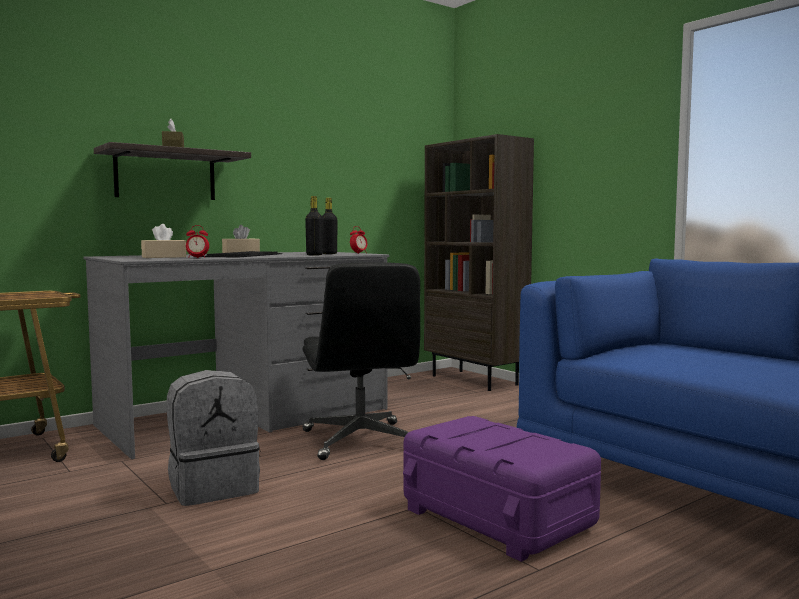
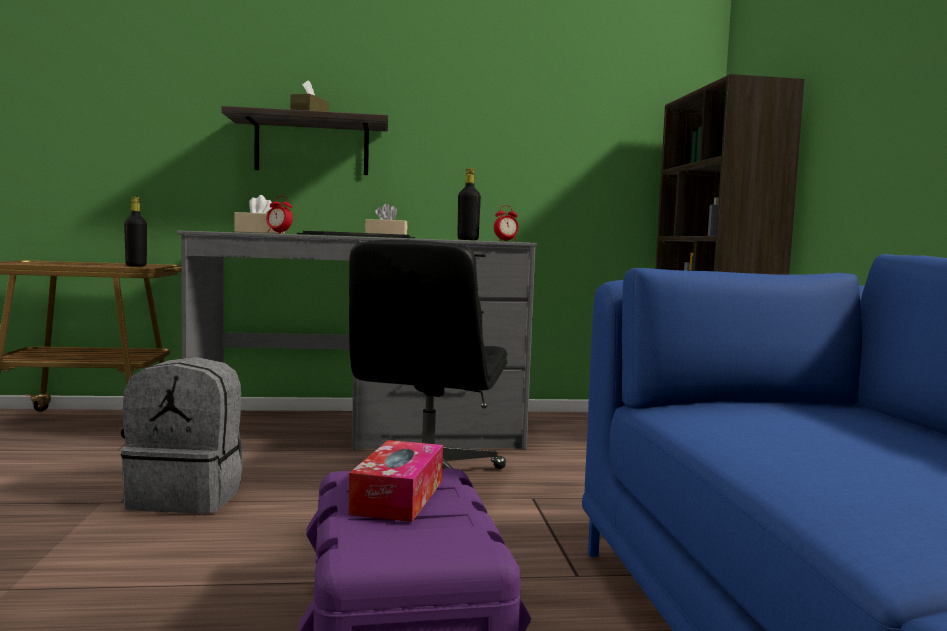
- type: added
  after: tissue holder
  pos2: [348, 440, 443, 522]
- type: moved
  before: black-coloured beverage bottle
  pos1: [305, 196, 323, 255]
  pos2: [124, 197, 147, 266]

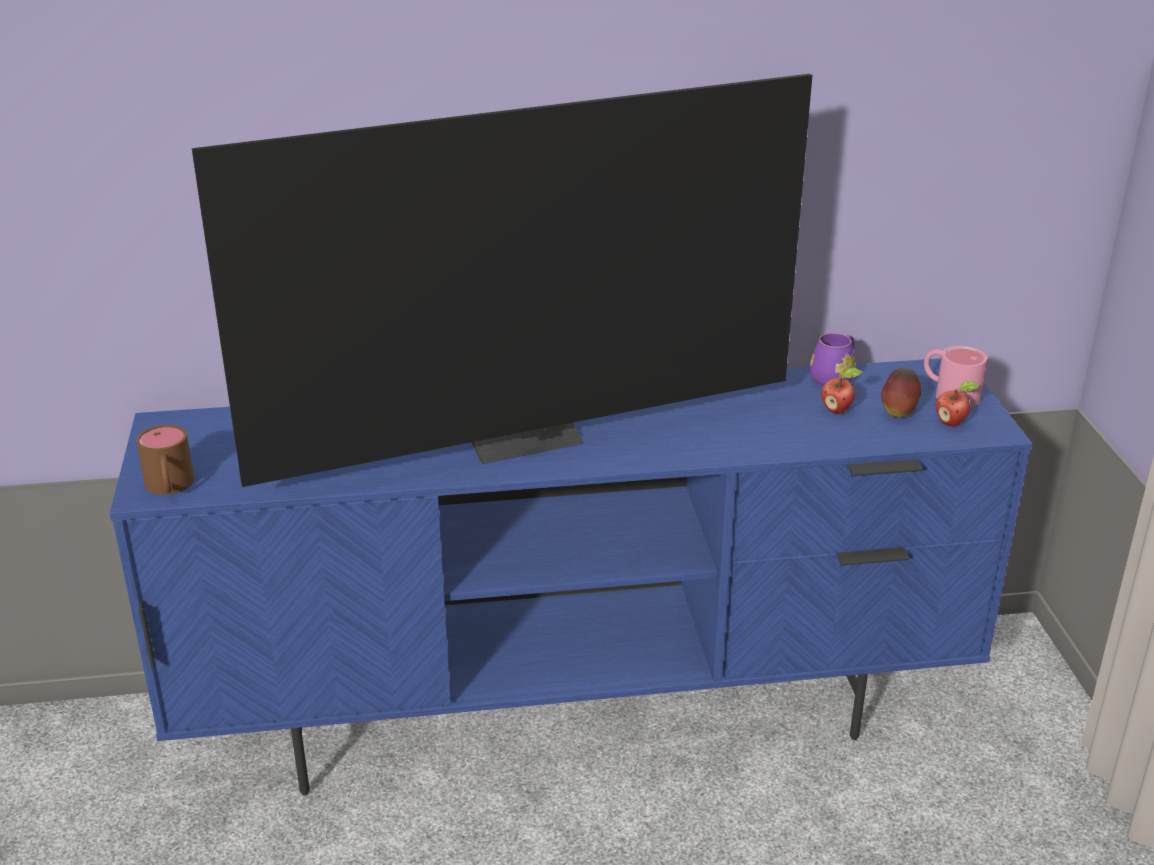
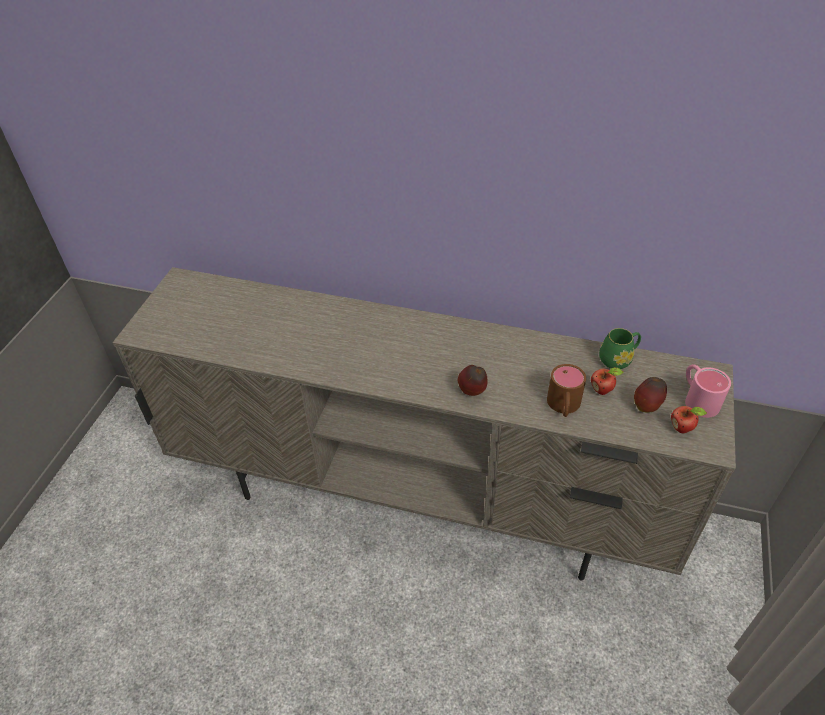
- type: removed
  before: television
  pos1: [192, 74, 812, 487]
- type: added
  after: apple
  pos2: [458, 365, 488, 396]
- type: moved
  before: brownish mug
  pos1: [136, 425, 194, 495]
  pos2: [547, 364, 586, 417]
- type: recoloured
  before: blue-coloured media console
  after: beige-coloured media console
  pos1: [110, 358, 1032, 796]
  pos2: [113, 267, 736, 580]
- type: recoloured
  before: purple-coloured mug
  after: green mug
  pos1: [810, 333, 855, 387]
  pos2: [599, 328, 641, 369]

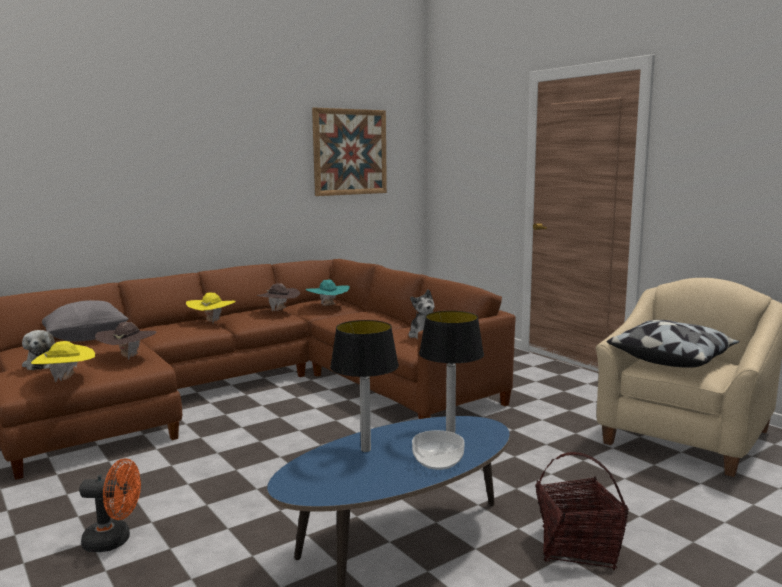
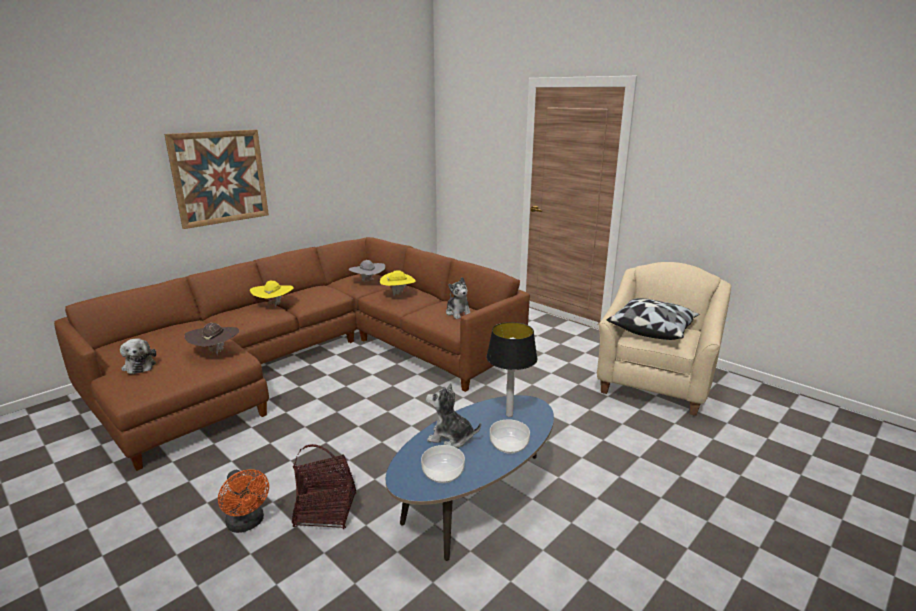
- type: removed
  before: grey pillow
  pos1: [42, 300, 129, 341]
- type: removed
  before: brownish hat
  pos1: [256, 283, 300, 311]
- type: added
  after: serving bowl
  pos2: [421, 445, 465, 483]
- type: moved
  before: yellowish hat
  pos1: [31, 341, 95, 382]
  pos2: [380, 270, 416, 296]
- type: moved
  before: picture
  pos1: [312, 108, 387, 196]
  pos2: [164, 130, 269, 229]
- type: moved
  before: basket
  pos1: [535, 452, 629, 570]
  pos2: [292, 444, 356, 529]
- type: replaced
  before: tabletop lamp
  after: soft toy
  pos1: [330, 320, 399, 452]
  pos2: [426, 383, 481, 448]
- type: recoloured
  before: turquoise-coloured hat
  after: grey hat
  pos1: [305, 280, 350, 306]
  pos2: [349, 260, 385, 282]
- type: turned
  before: orange-coloured cooling fan
  pos1: [79, 458, 141, 552]
  pos2: [218, 469, 269, 533]
  turn: 60

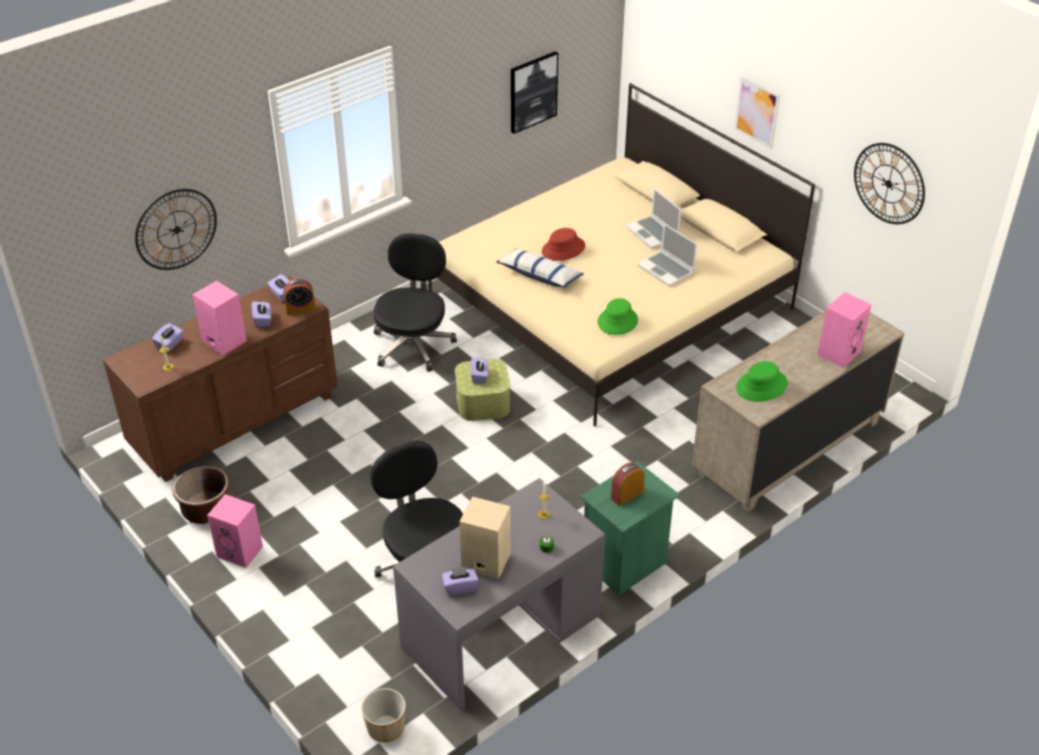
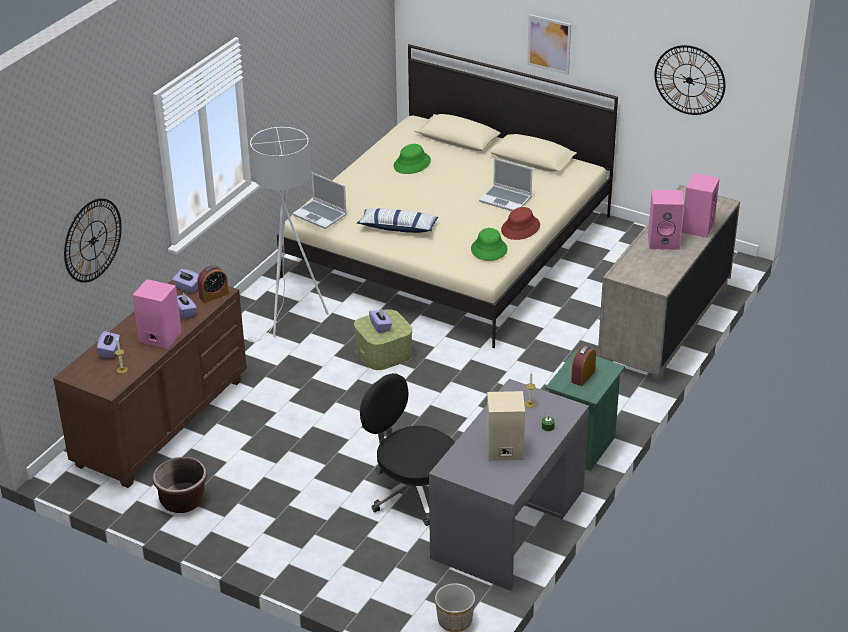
- type: removed
  before: purple-coloured tissue holder
  pos1: [442, 567, 479, 596]
- type: removed
  before: picture
  pos1: [511, 51, 558, 134]
- type: moved
  before: pinkish audio speaker
  pos1: [207, 494, 263, 568]
  pos2: [648, 189, 684, 250]
- type: moved
  before: red-coloured hat
  pos1: [542, 228, 585, 261]
  pos2: [501, 207, 540, 240]
- type: moved
  before: portable computer
  pos1: [626, 188, 681, 249]
  pos2: [292, 172, 347, 229]
- type: moved
  before: green hat
  pos1: [736, 361, 788, 402]
  pos2: [394, 144, 431, 174]
- type: replaced
  before: black-coloured office chair
  after: whitish standing lamp
  pos1: [374, 233, 457, 372]
  pos2: [247, 127, 329, 342]

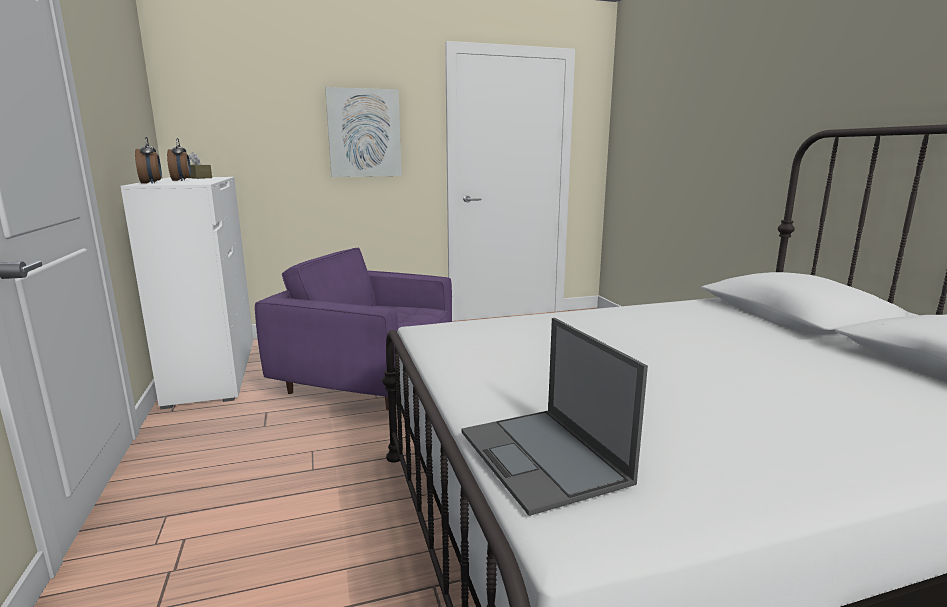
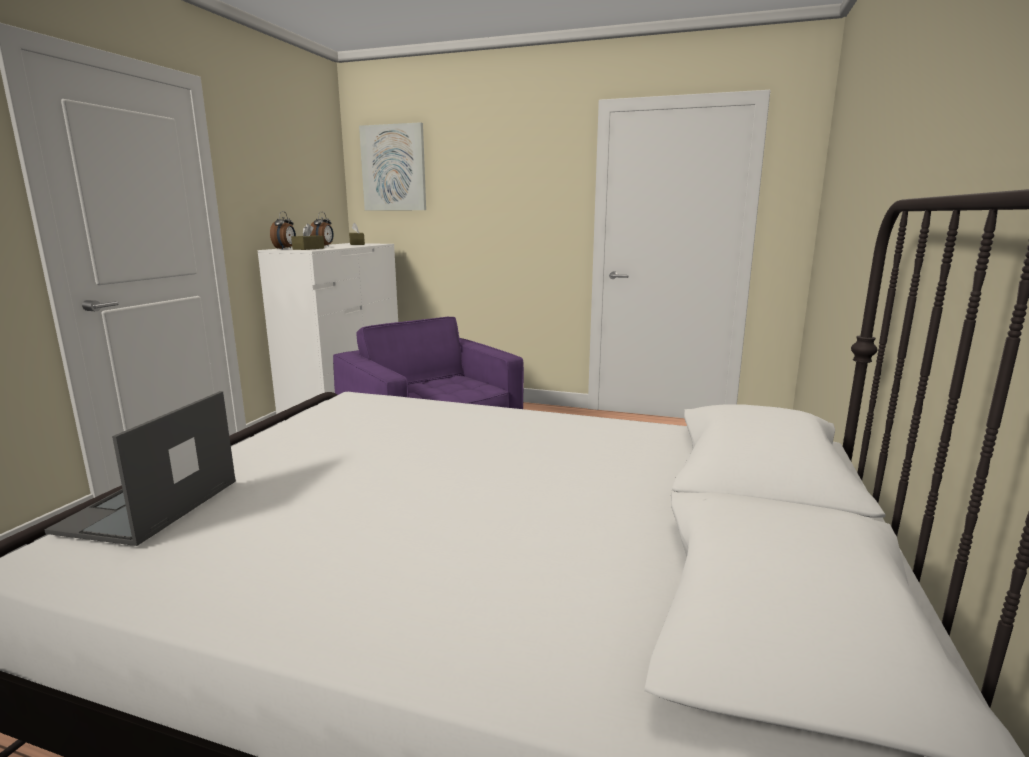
- type: added
  after: brownish tissue holder
  pos2: [291, 223, 324, 250]
- type: moved
  before: picture
  pos1: [325, 87, 402, 177]
  pos2: [359, 122, 426, 210]

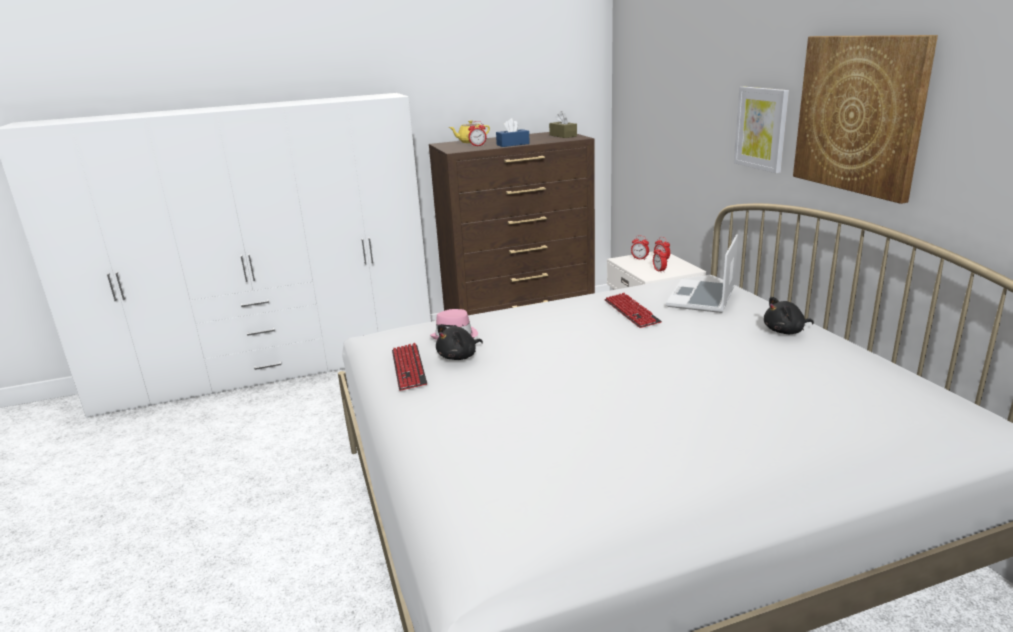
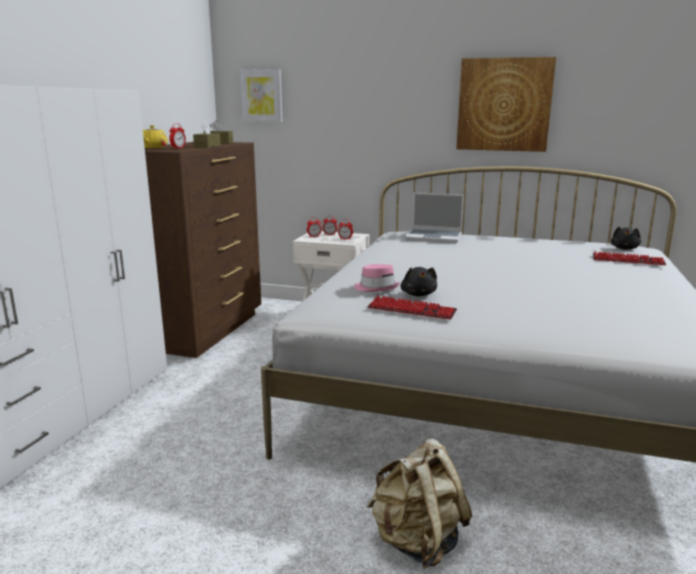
- type: added
  after: beige-coloured knapsack
  pos2: [367, 438, 472, 569]
- type: moved
  before: computer keyboard
  pos1: [605, 293, 662, 328]
  pos2: [593, 251, 666, 265]
- type: moved
  before: picture
  pos1: [734, 87, 789, 173]
  pos2: [240, 69, 282, 122]
- type: moved
  before: black-coloured soft toy
  pos1: [764, 297, 814, 334]
  pos2: [611, 226, 641, 250]
- type: recoloured
  before: blue-coloured tissue holder
  after: brownish tissue holder
  pos1: [496, 118, 530, 147]
  pos2: [193, 122, 221, 148]
- type: turned
  before: portable computer
  pos1: [666, 234, 738, 313]
  pos2: [405, 192, 464, 243]
  turn: -45

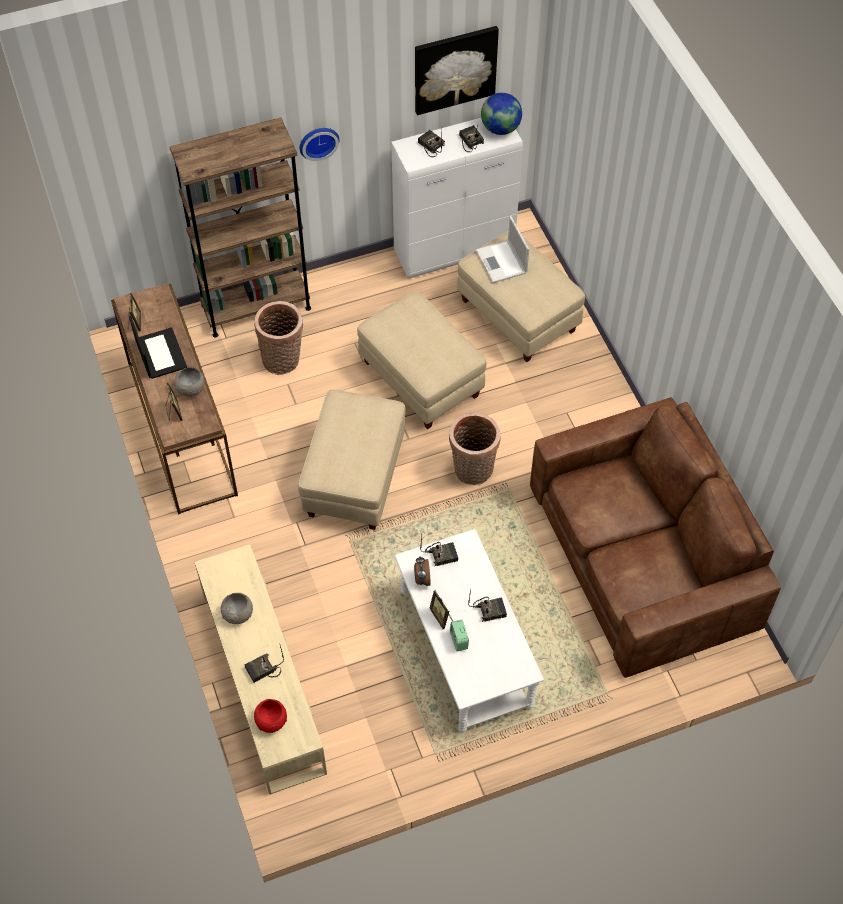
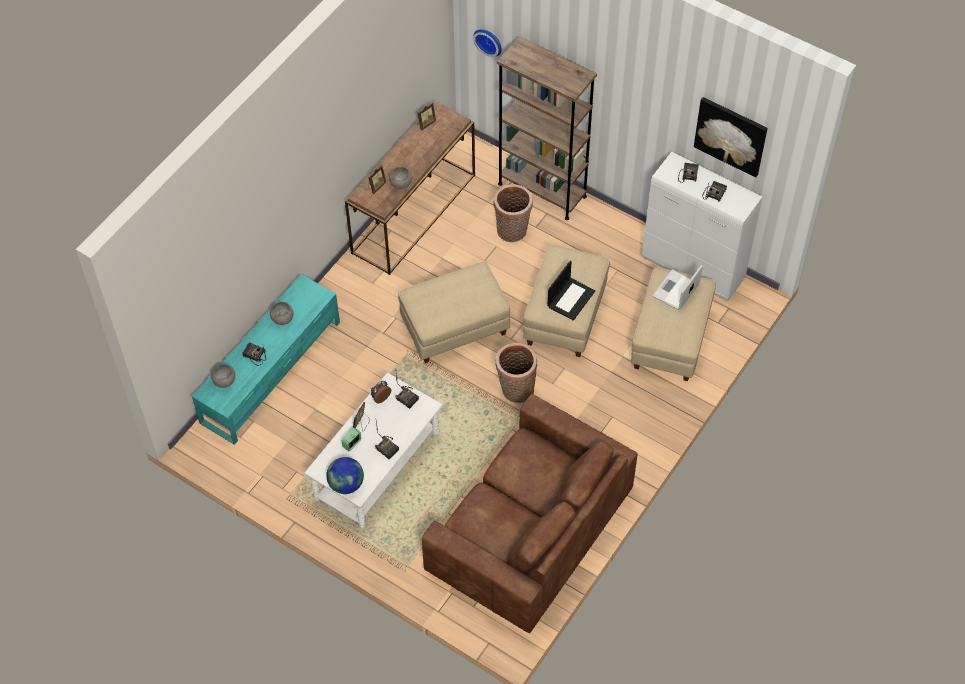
- type: moved
  before: portable computer
  pos1: [129, 316, 187, 379]
  pos2: [548, 261, 595, 321]
- type: moved
  before: wall clock
  pos1: [300, 128, 339, 161]
  pos2: [473, 29, 502, 57]
- type: moved
  before: world globe
  pos1: [481, 93, 522, 135]
  pos2: [326, 457, 364, 494]
- type: recoloured
  before: beige-coloured media console
  after: turquoise-coloured media console
  pos1: [195, 544, 327, 795]
  pos2: [192, 274, 340, 445]
- type: recoloured
  before: red-coloured serving bowl
  after: grey serving bowl
  pos1: [254, 699, 287, 733]
  pos2: [211, 364, 235, 388]

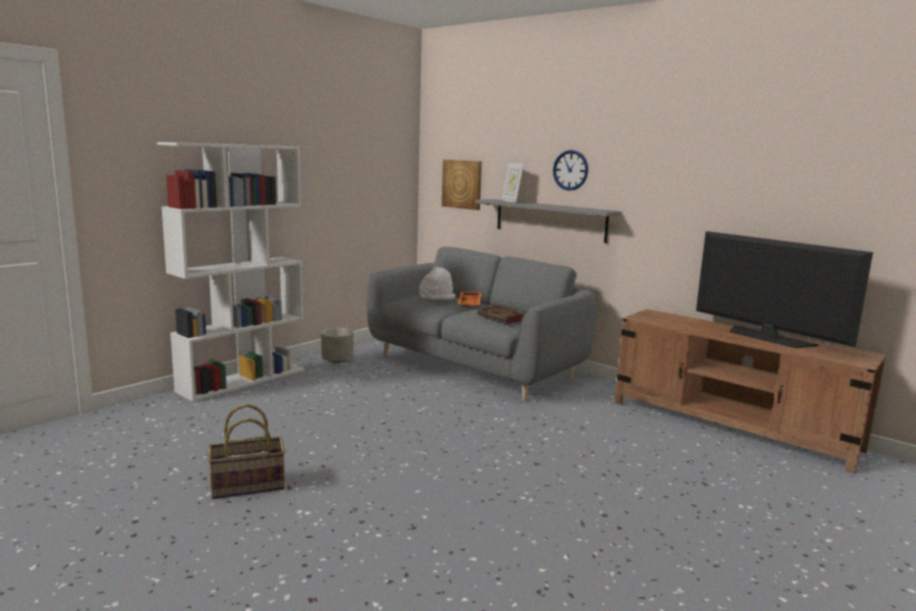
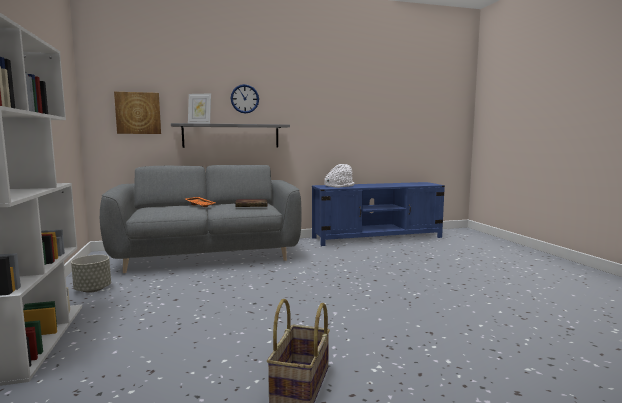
- type: removed
  before: television
  pos1: [696, 231, 873, 348]
- type: moved
  before: whitish hat
  pos1: [419, 267, 455, 301]
  pos2: [324, 164, 355, 188]
- type: recoloured
  before: brownish media console
  after: blue-coloured media console
  pos1: [615, 309, 886, 474]
  pos2: [312, 182, 445, 246]

